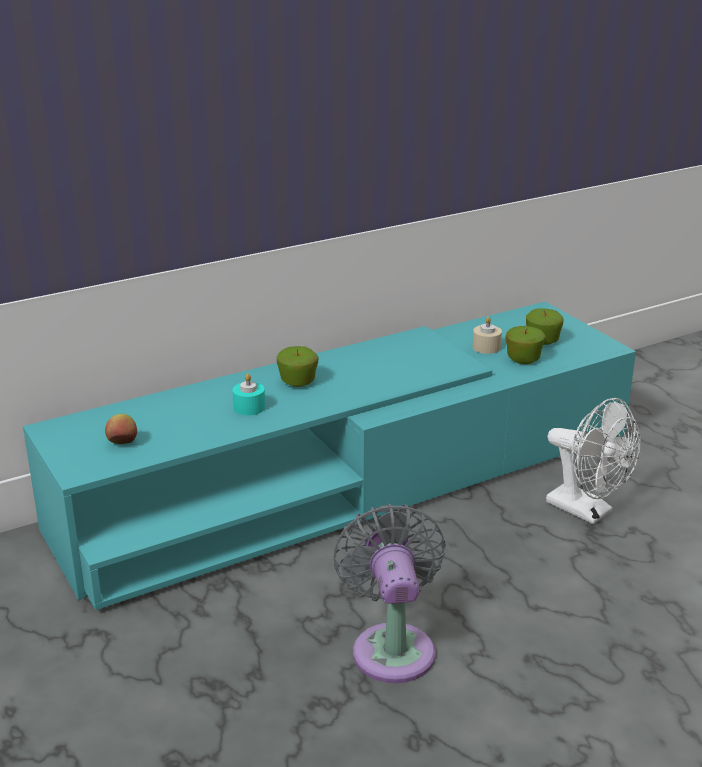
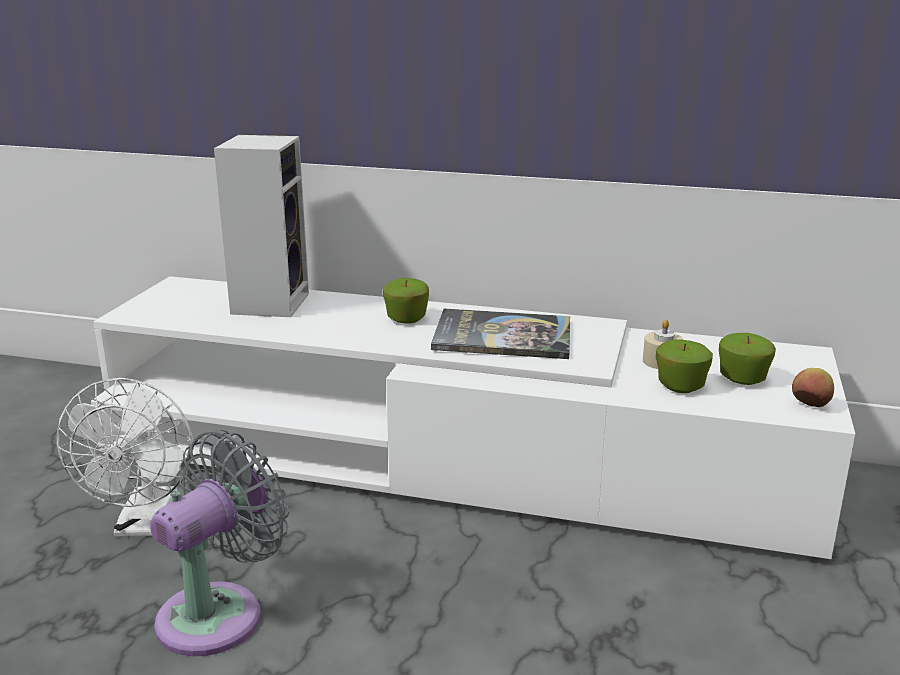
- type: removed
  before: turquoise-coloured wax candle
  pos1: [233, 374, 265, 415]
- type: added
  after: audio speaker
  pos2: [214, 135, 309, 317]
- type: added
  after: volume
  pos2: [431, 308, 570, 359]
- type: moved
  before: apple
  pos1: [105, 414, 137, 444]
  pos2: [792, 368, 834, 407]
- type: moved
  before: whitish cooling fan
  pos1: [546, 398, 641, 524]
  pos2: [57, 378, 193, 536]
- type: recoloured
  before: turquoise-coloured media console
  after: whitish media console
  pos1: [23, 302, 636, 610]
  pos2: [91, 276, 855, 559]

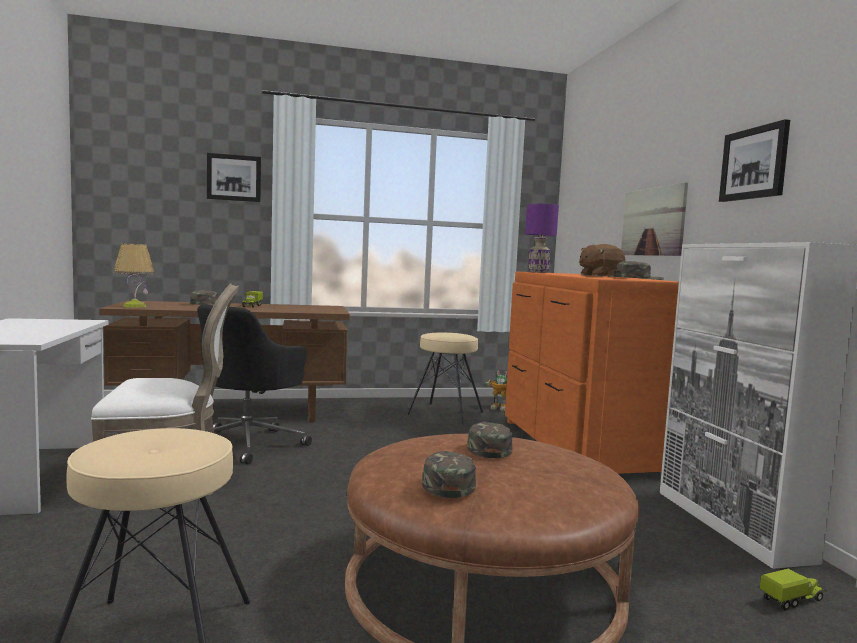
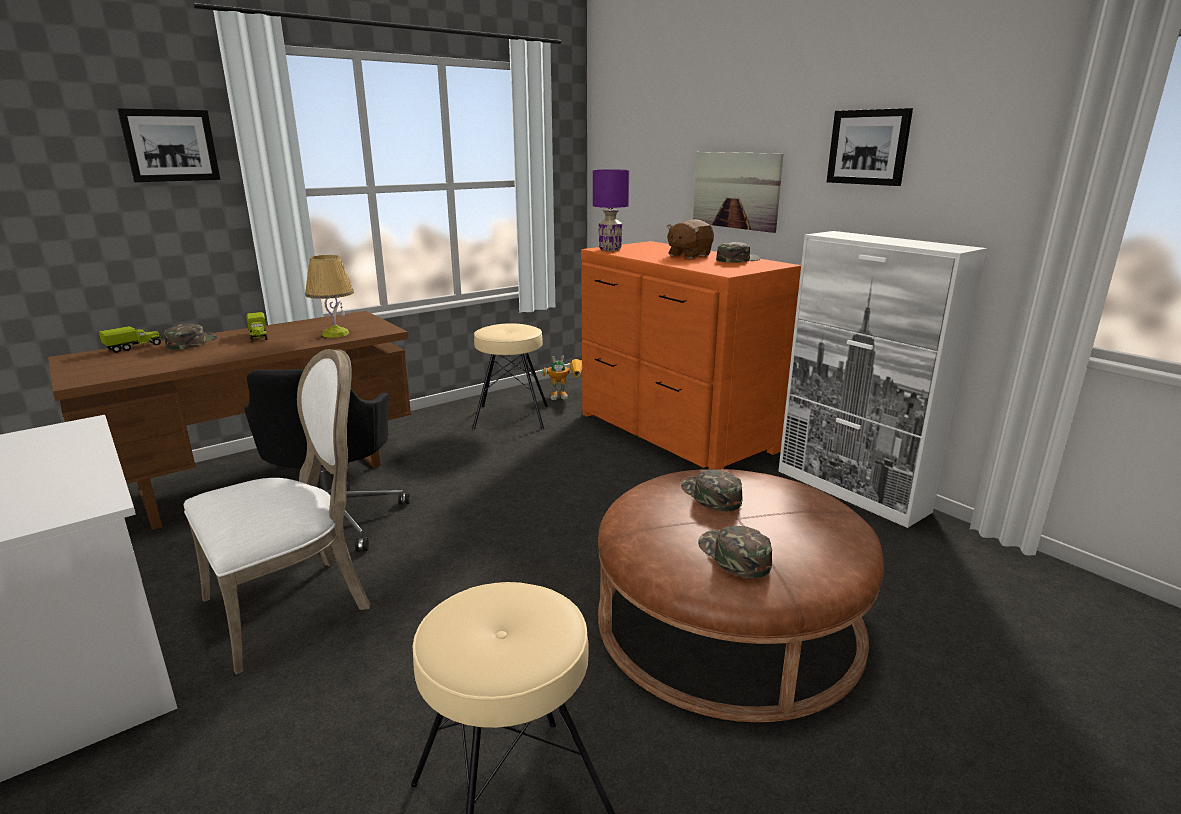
- type: moved
  before: tabletop lamp
  pos1: [113, 243, 155, 308]
  pos2: [305, 255, 354, 338]
- type: moved
  before: toy lorry
  pos1: [759, 569, 826, 610]
  pos2: [99, 326, 163, 353]

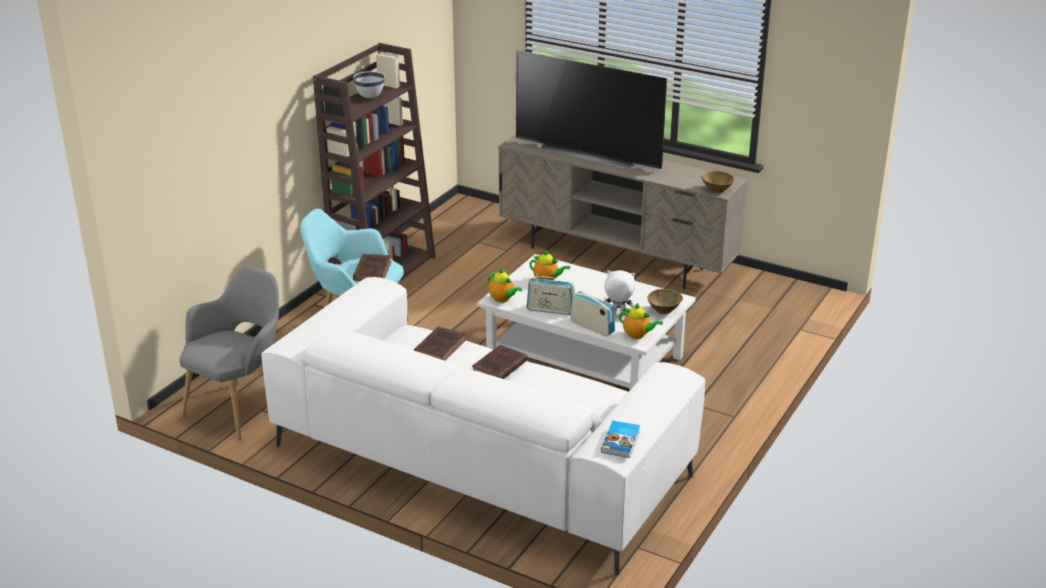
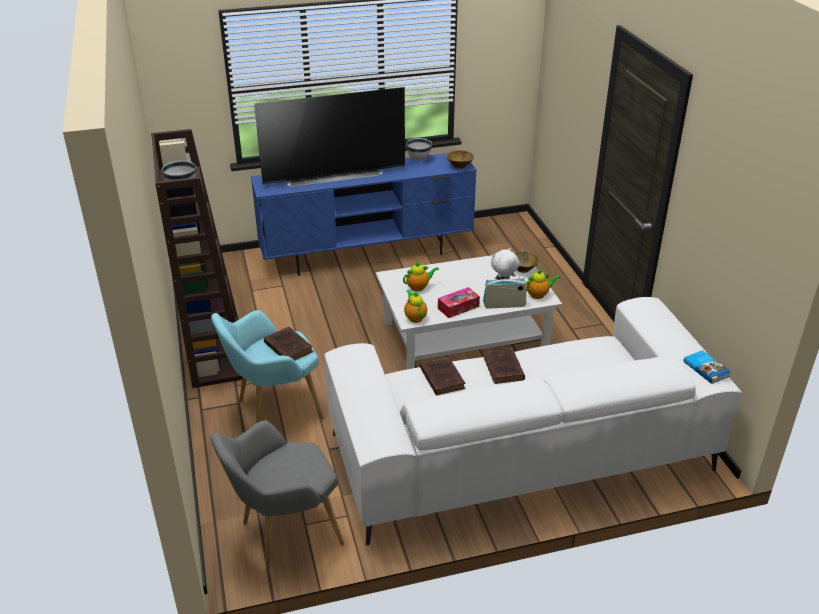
- type: added
  after: whitish serving bowl
  pos2: [406, 138, 432, 161]
- type: replaced
  before: radio
  after: tissue holder
  pos1: [527, 274, 575, 315]
  pos2: [438, 287, 480, 318]
- type: recoloured
  before: beige-coloured media console
  after: blue-coloured media console
  pos1: [498, 134, 748, 289]
  pos2: [251, 153, 477, 276]
- type: turned
  before: grey easy chair
  pos1: [180, 266, 279, 441]
  pos2: [211, 421, 344, 571]
  turn: -105
- type: turned
  before: tea pot
  pos1: [488, 268, 522, 303]
  pos2: [404, 290, 427, 323]
  turn: -105

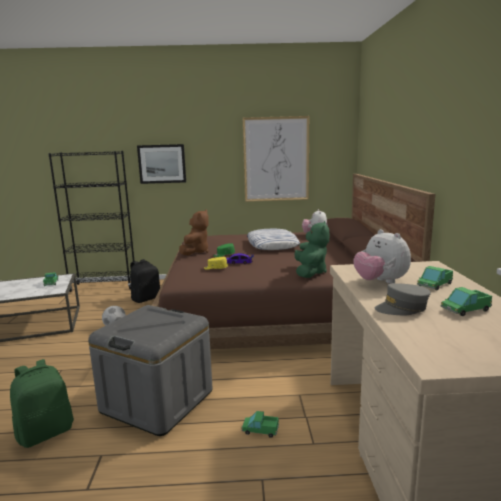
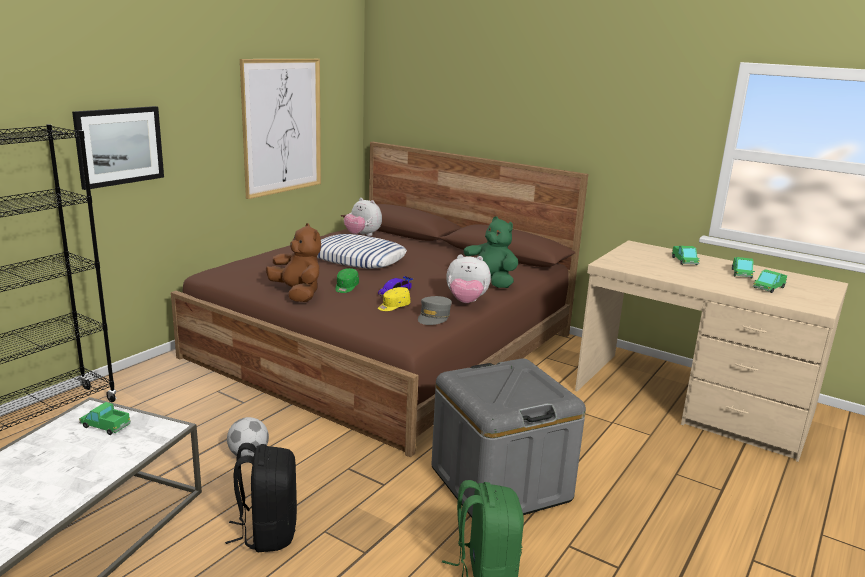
- type: moved
  before: black-coloured knapsack
  pos1: [130, 259, 160, 303]
  pos2: [225, 443, 297, 552]
- type: moved
  before: toy lorry
  pos1: [241, 411, 279, 438]
  pos2: [753, 269, 787, 293]
- type: moved
  before: soft toy
  pos1: [353, 229, 411, 284]
  pos2: [446, 254, 491, 303]
- type: moved
  before: grey peaked cap
  pos1: [375, 283, 431, 315]
  pos2: [418, 296, 452, 325]

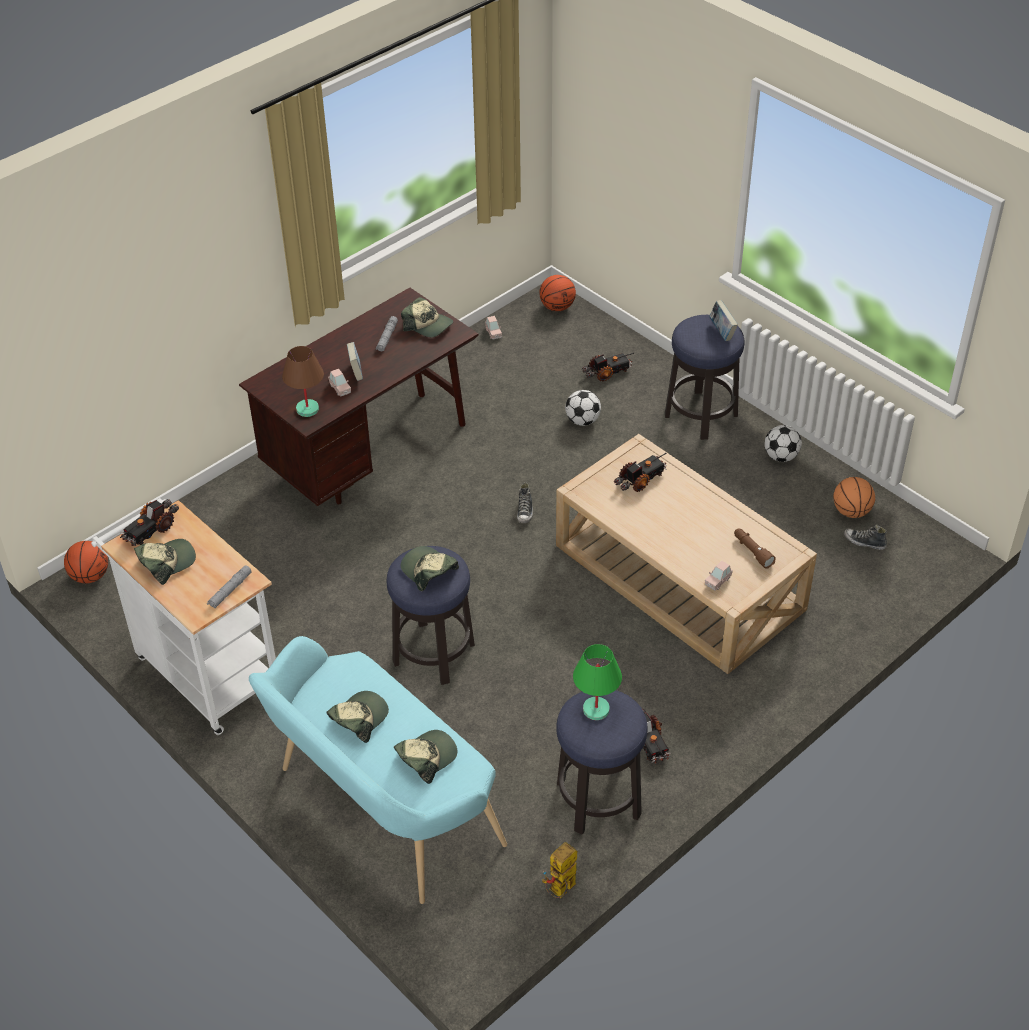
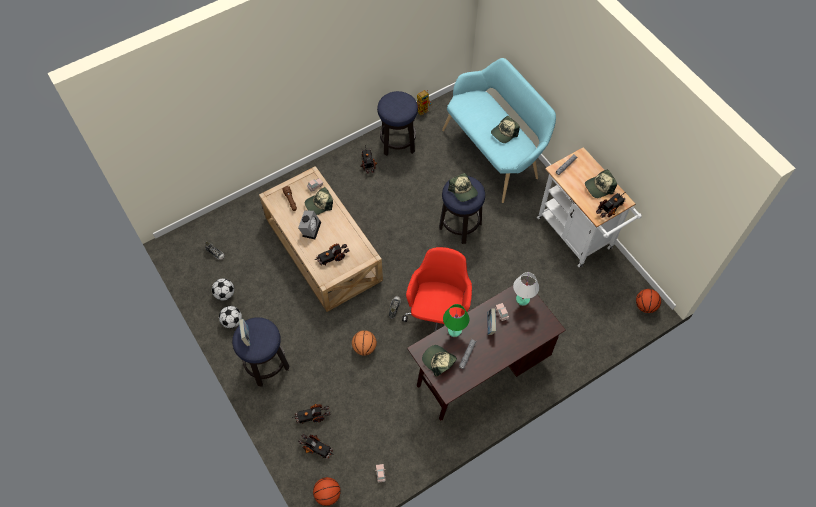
- type: added
  after: alarm clock
  pos2: [298, 211, 321, 239]
- type: added
  after: toy lorry
  pos2: [298, 434, 333, 459]
- type: added
  after: red-coloured office chair
  pos2: [402, 247, 472, 332]
- type: moved
  before: peaked cap
  pos1: [394, 730, 458, 784]
  pos2: [305, 187, 333, 215]
- type: moved
  before: ball for football
  pos1: [565, 390, 601, 426]
  pos2: [212, 278, 234, 301]
- type: moved
  before: green tabletop lamp
  pos1: [573, 644, 622, 720]
  pos2: [443, 304, 469, 337]
- type: moved
  before: basketball
  pos1: [833, 477, 875, 518]
  pos2: [352, 330, 377, 355]
- type: recoloured
  before: brownish tabletop lamp
  after: whitish tabletop lamp
  pos1: [282, 346, 324, 417]
  pos2: [513, 272, 539, 306]

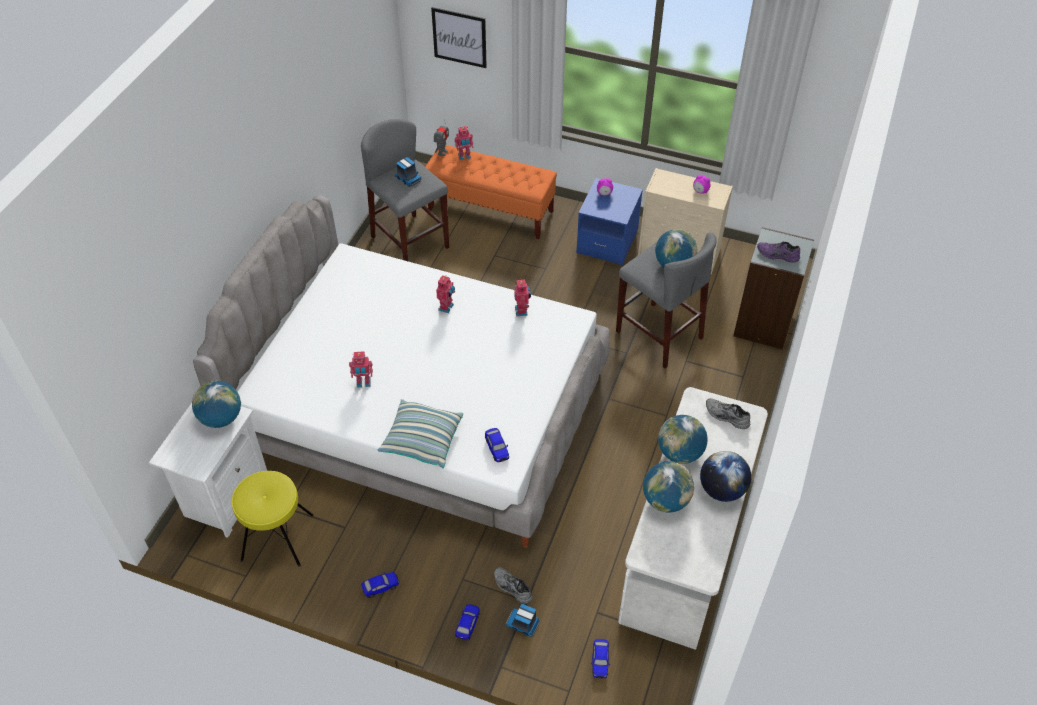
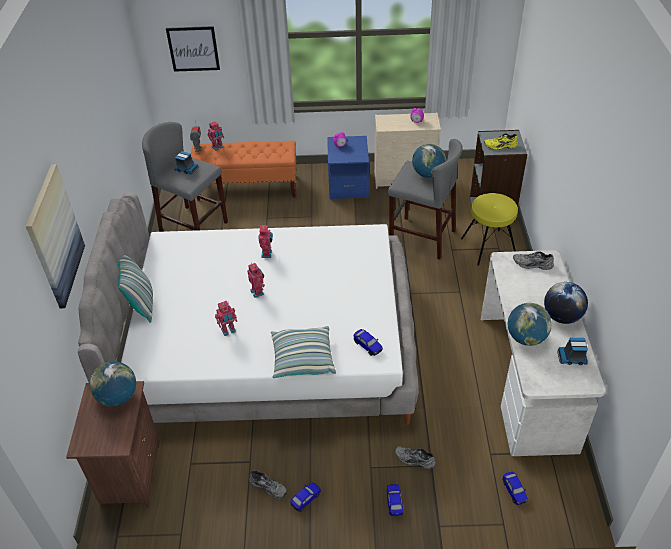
- type: removed
  before: world globe
  pos1: [658, 415, 708, 464]
- type: added
  after: picture
  pos2: [26, 164, 85, 308]
- type: added
  after: pillow
  pos2: [118, 255, 153, 323]
- type: added
  after: grey shoe
  pos2: [249, 470, 287, 499]
- type: moved
  before: yellowish stool seat
  pos1: [232, 471, 314, 567]
  pos2: [461, 193, 518, 266]
- type: moved
  before: toy lorry
  pos1: [506, 604, 540, 637]
  pos2: [557, 338, 588, 365]
- type: moved
  before: toy robot
  pos1: [514, 278, 531, 316]
  pos2: [247, 262, 265, 298]
- type: recoloured
  before: whitish nightstand
  after: brownish nightstand
  pos1: [149, 403, 267, 538]
  pos2: [66, 381, 160, 508]
- type: recoloured
  before: purple-coloured shoe
  after: yellowish shoe
  pos1: [757, 242, 800, 263]
  pos2: [484, 133, 518, 150]

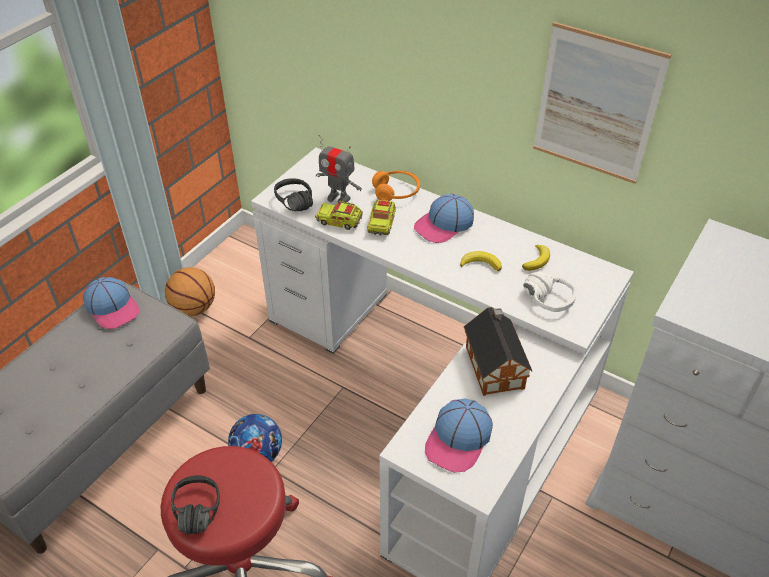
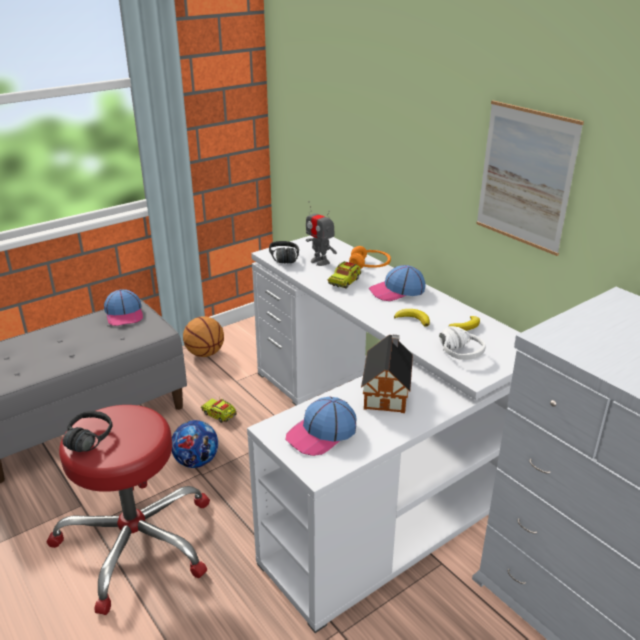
- type: moved
  before: toy lorry
  pos1: [315, 201, 363, 230]
  pos2: [201, 398, 237, 423]

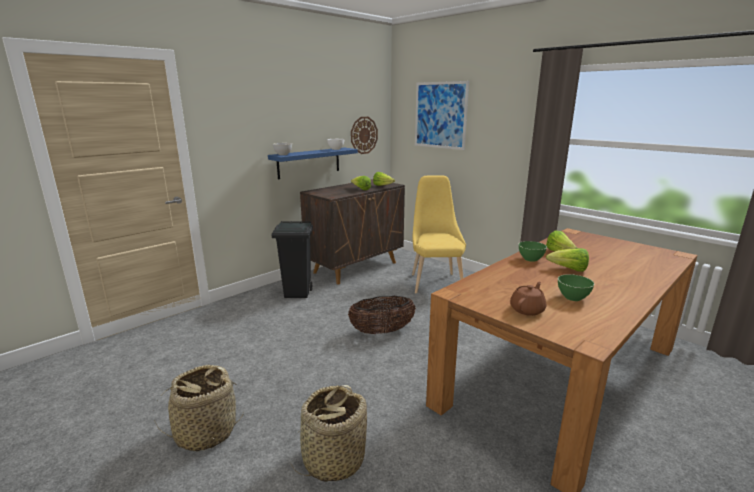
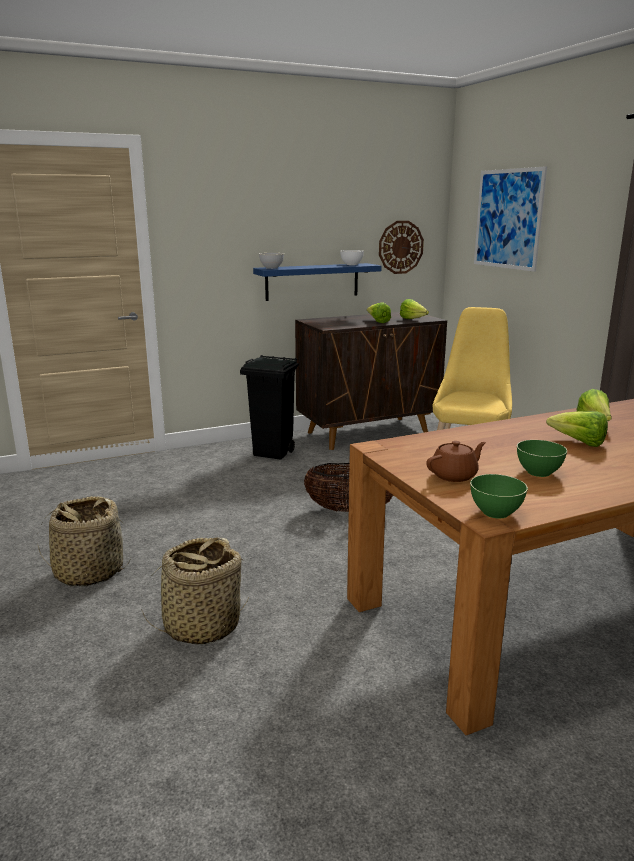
- type: moved
  before: green serving bowl
  pos1: [519, 241, 547, 262]
  pos2: [470, 474, 528, 518]

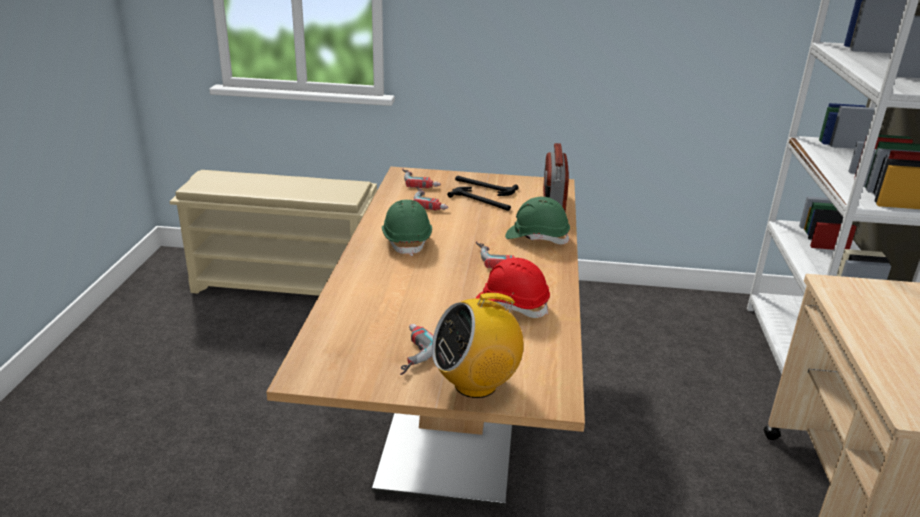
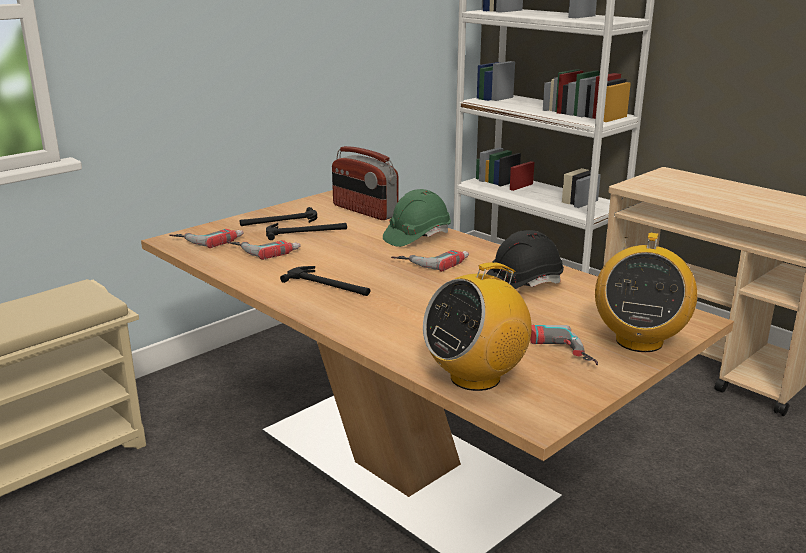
- type: added
  after: radio
  pos2: [423, 262, 532, 391]
- type: replaced
  before: green safety helmet
  after: hand hammer
  pos1: [382, 200, 432, 256]
  pos2: [280, 266, 370, 296]
- type: recoloured
  before: red-coloured safety helmet
  after: black-coloured safety helmet
  pos1: [476, 258, 550, 318]
  pos2: [486, 230, 564, 289]

